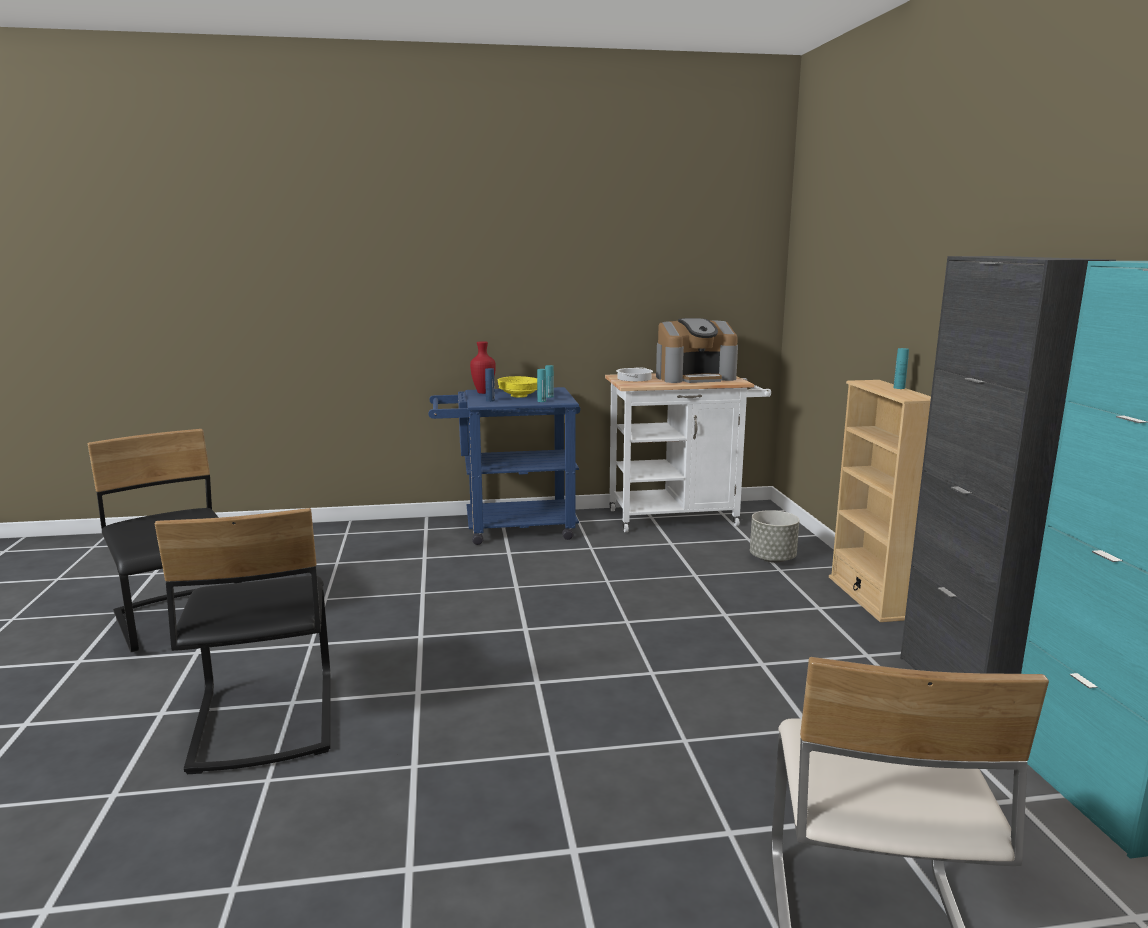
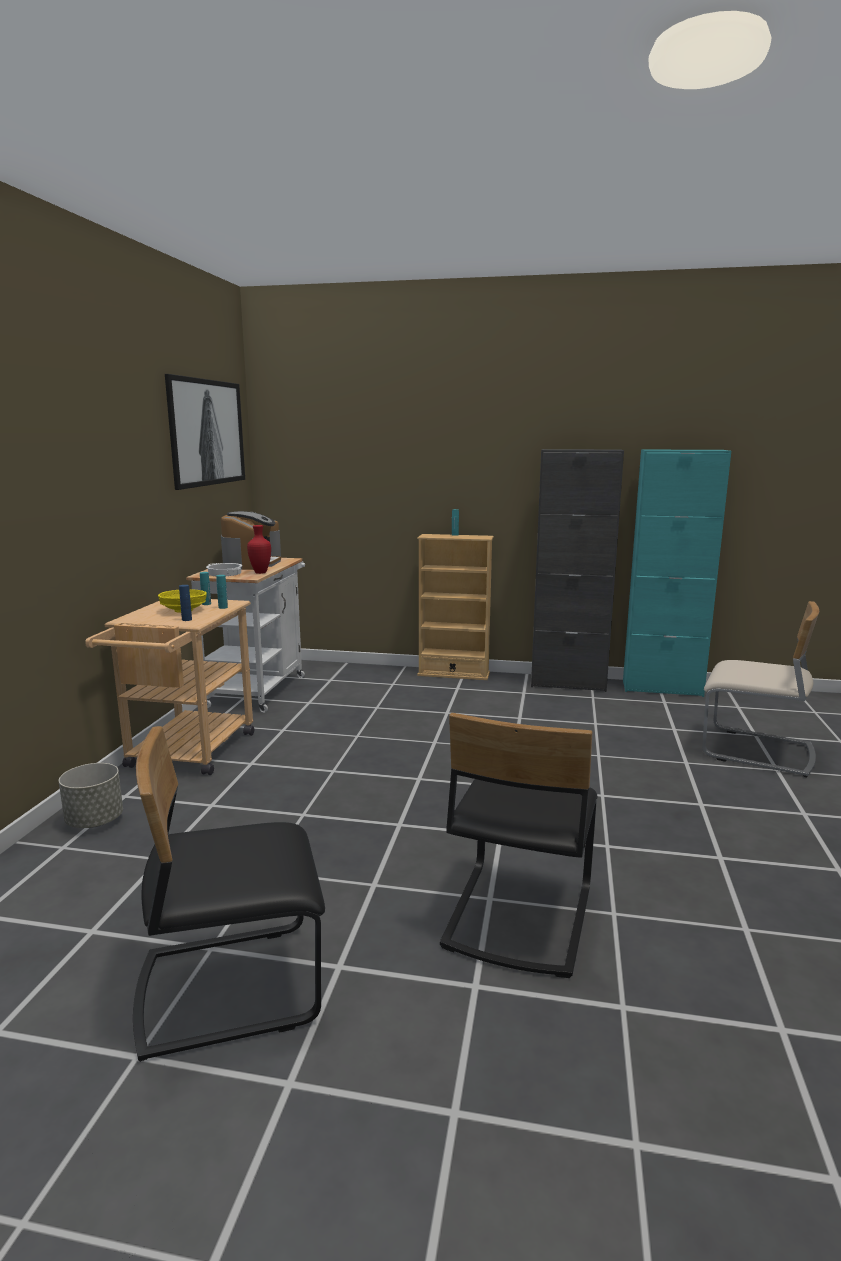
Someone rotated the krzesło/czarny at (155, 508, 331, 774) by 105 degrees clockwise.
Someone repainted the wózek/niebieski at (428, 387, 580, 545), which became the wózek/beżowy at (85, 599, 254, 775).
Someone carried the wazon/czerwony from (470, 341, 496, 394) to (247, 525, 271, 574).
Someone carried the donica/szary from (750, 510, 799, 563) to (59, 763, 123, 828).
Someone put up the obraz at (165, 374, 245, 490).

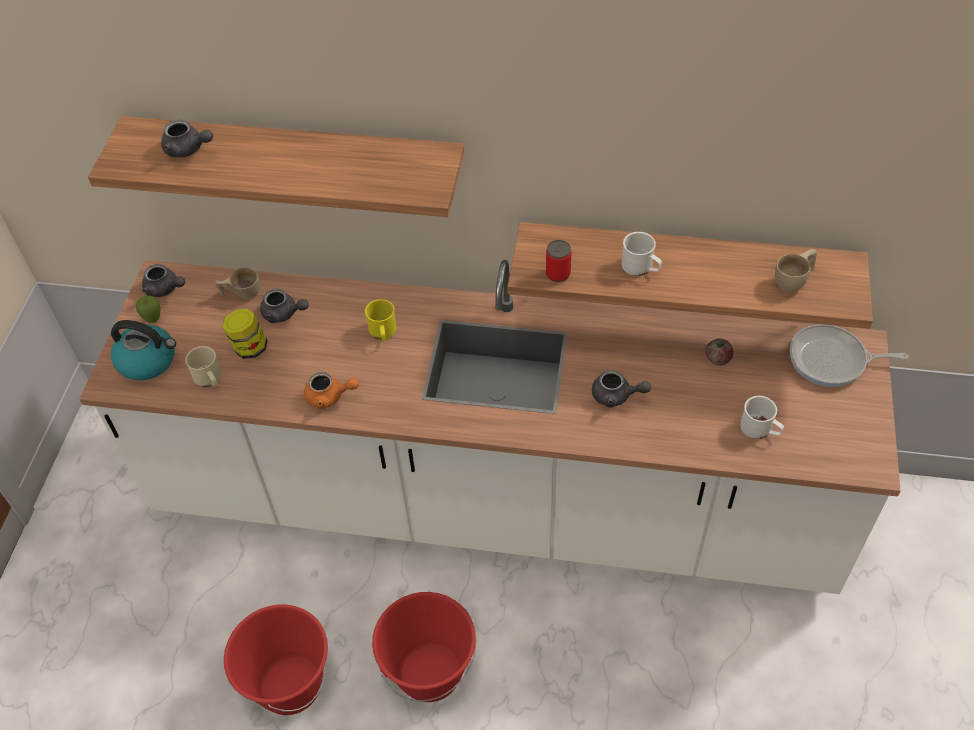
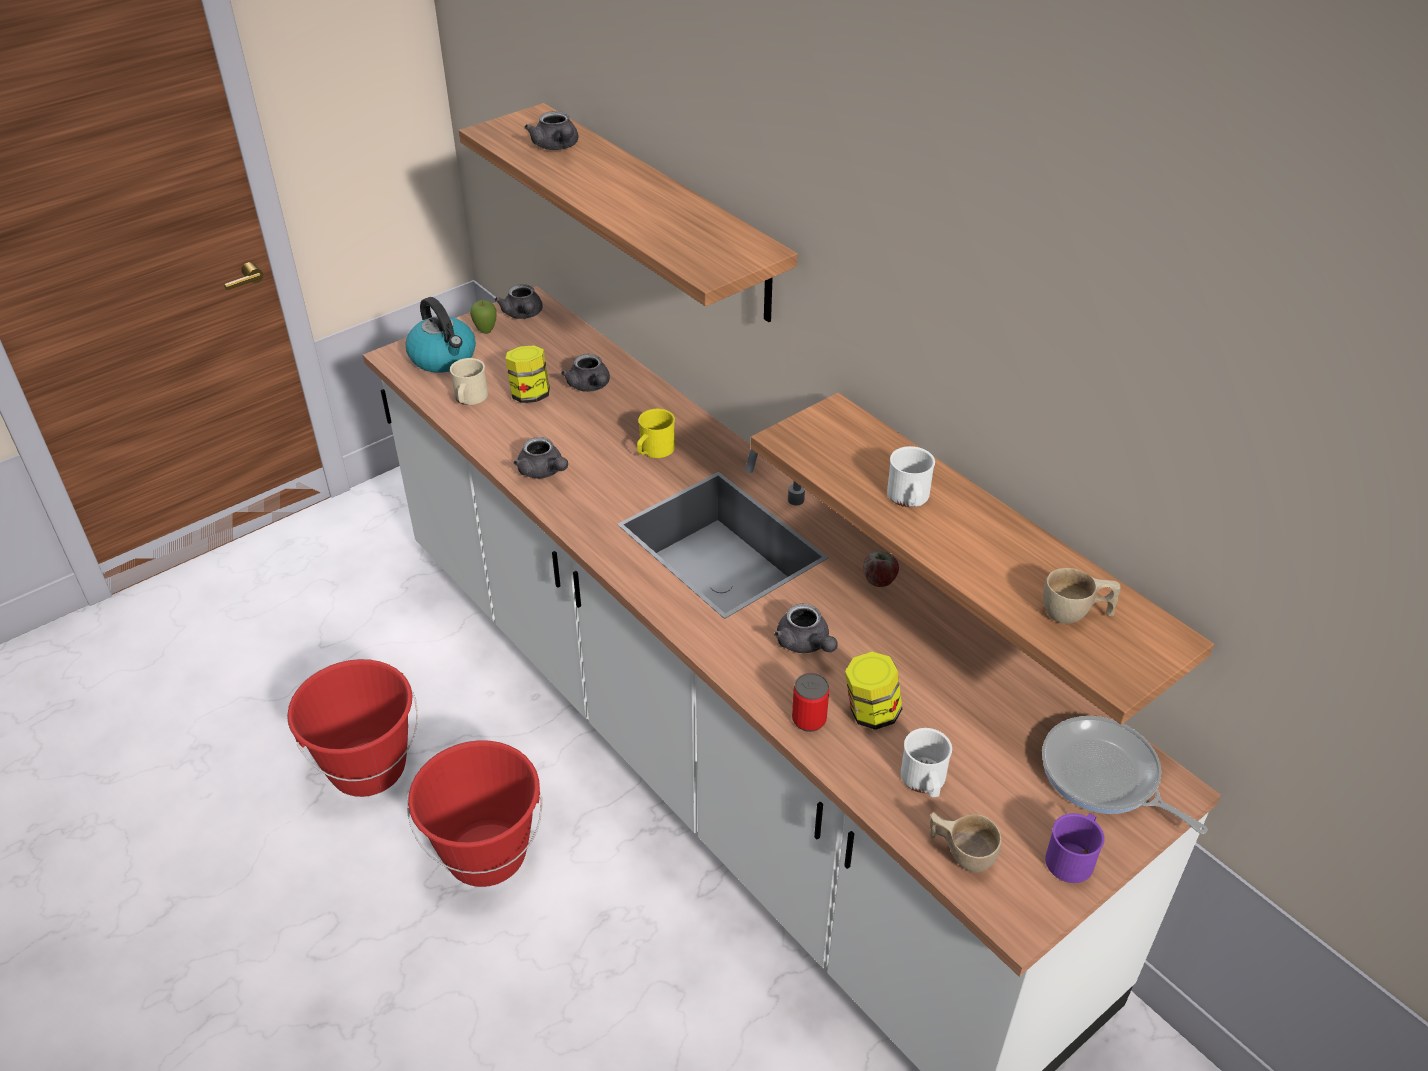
Someone carried the filiżanka/beżowy from (215, 267, 260, 299) to (930, 812, 1002, 872).
Someone repainted the imbryk/pomarańczowy at (304, 372, 359, 409), which became the imbryk/szary at (514, 437, 568, 479).
Someone carried the puszka from (546, 240, 572, 282) to (792, 673, 829, 732).
Someone carried the jabłko from (705, 339, 734, 366) to (863, 551, 899, 587).
Someone put down the słoik at (845, 652, 902, 730).
Someone put down the kubek/fioletowy at (1045, 813, 1105, 883).

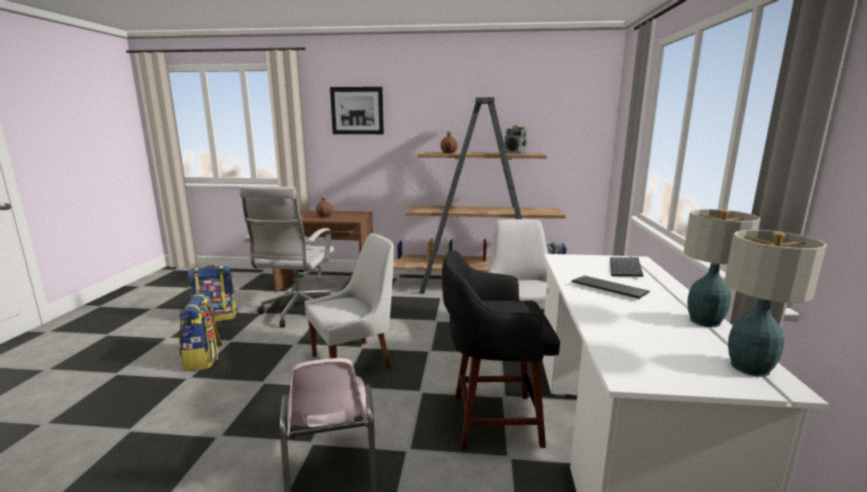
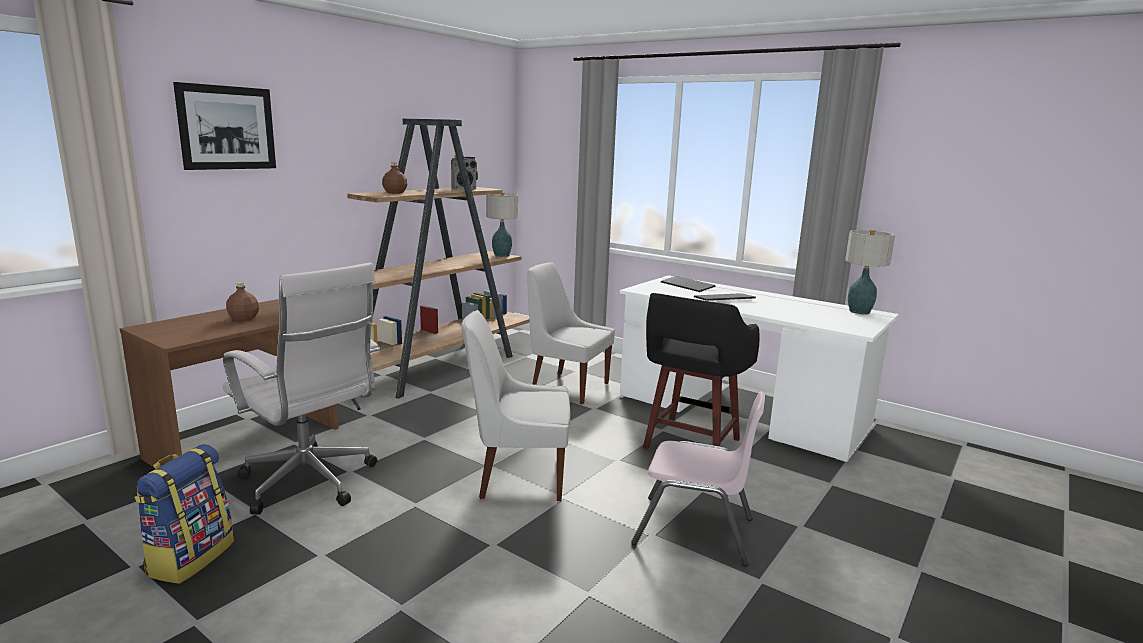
Someone took away the plecak at (179, 292, 223, 371).
Someone rotated the krzesło/biały at (305, 233, 394, 370) by 90 degrees counterclockwise.
Someone carried the lampa stołowa from (684, 209, 761, 327) to (486, 192, 518, 257).

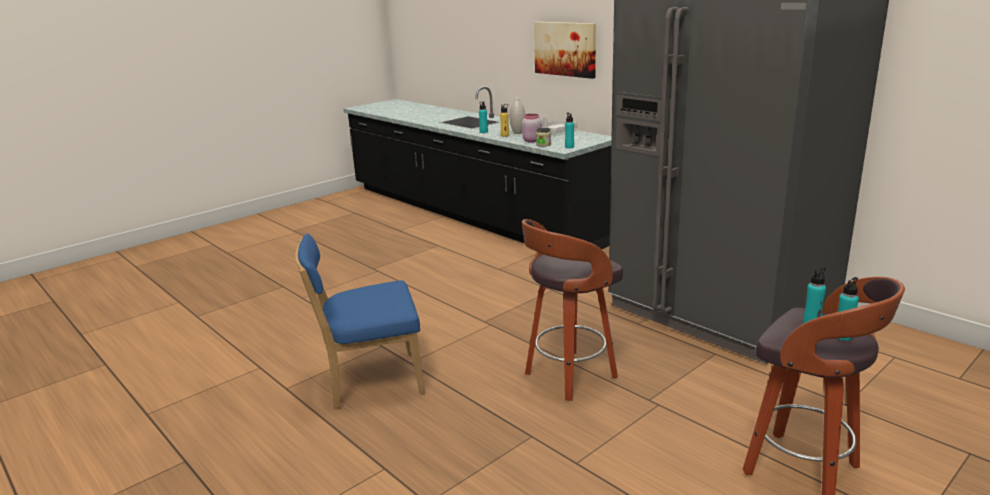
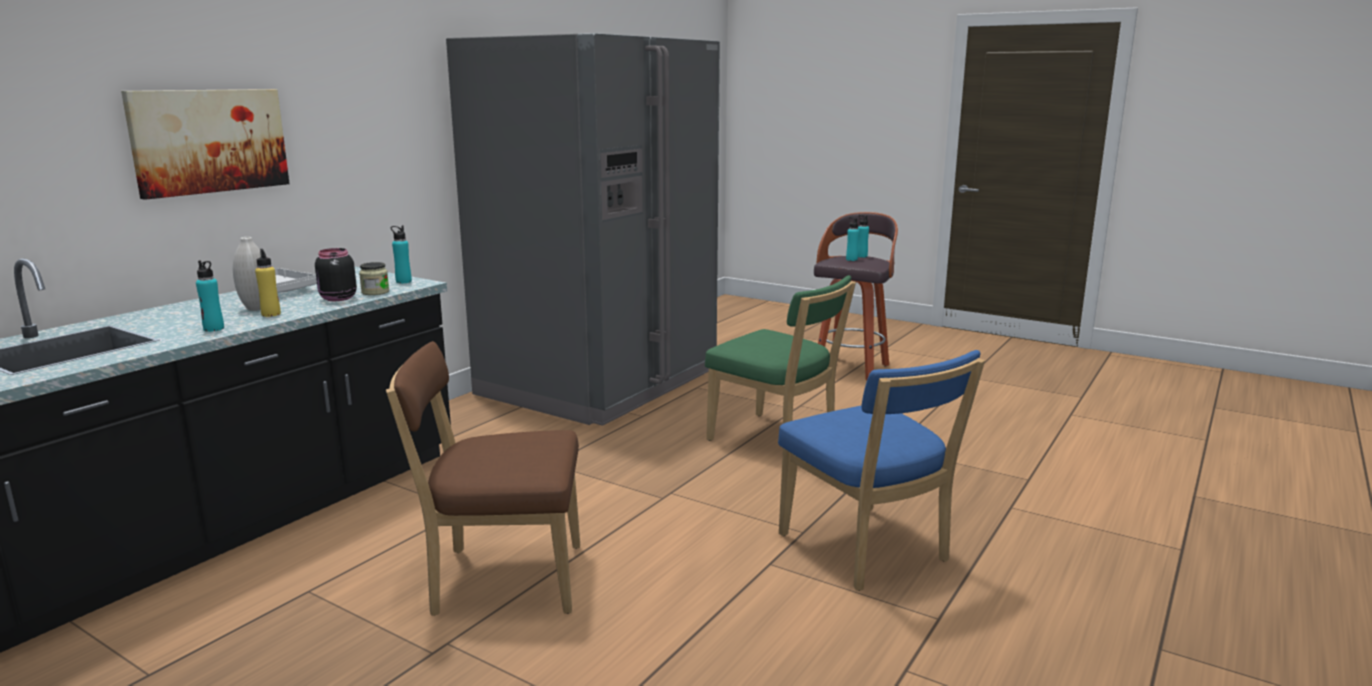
Someone repainted the słoik/różowy at (522, 114, 542, 143), which became the słoik/czarny at (315, 248, 357, 301).
Someone swapped the stołek at (522, 219, 623, 401) for the krzesło/zielony at (705, 275, 856, 441).
Someone put down the krzesło/brązowy at (386, 341, 580, 616).

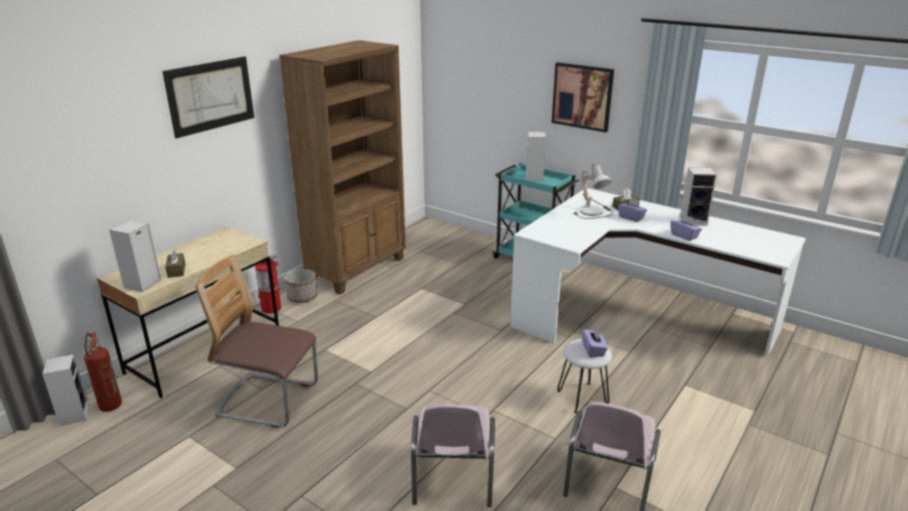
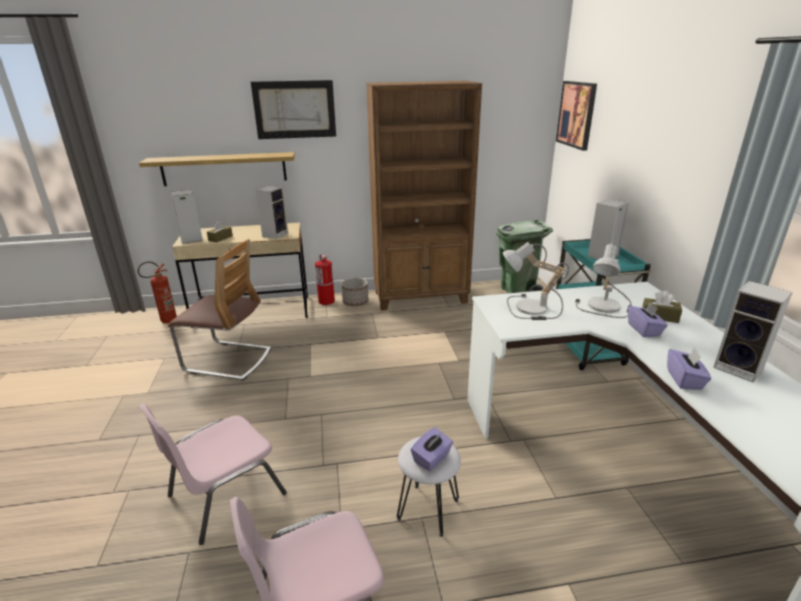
Someone carried the głośnik from (42, 354, 89, 426) to (256, 186, 288, 239).
Someone rotated the krzesło at (195, 255, 318, 428) by 135 degrees clockwise.
Someone carried the obraz from (552, 62, 614, 132) to (556, 81, 597, 151).
Someone put up the półka at (139, 152, 295, 186).
Someone put down the kosz na śmieci/zielony at (496, 220, 553, 293).
Someone put down the lampa stołowa at (502, 242, 569, 320).

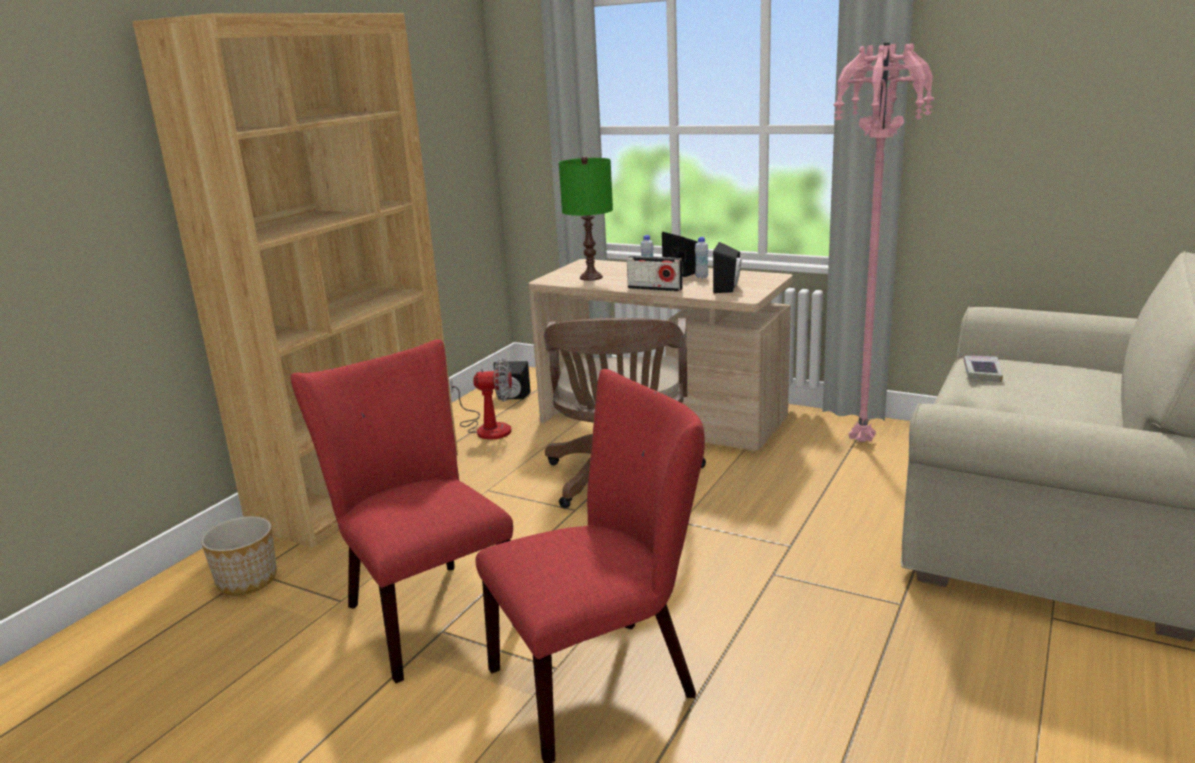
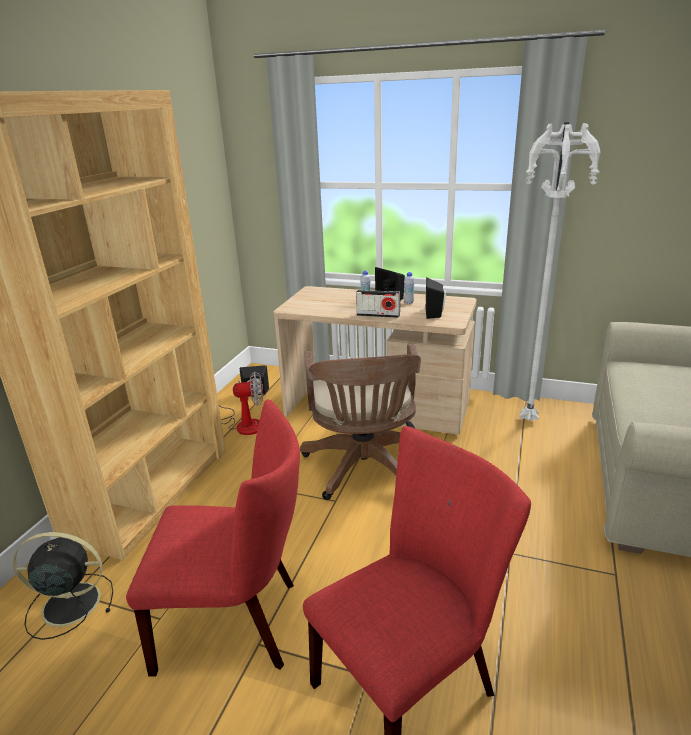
Someone swapped the donica at (201, 516, 277, 595) for the wentylator/czarny at (13, 532, 113, 640).
Someone rotated the krzesło/czerwony at (291, 339, 515, 683) by 135 degrees clockwise.
Someone took away the lampa stołowa/zielony at (559, 156, 613, 281).
Someone repainted the lampa stojąca/różowy at (833, 43, 935, 442), which became the lampa stojąca/biały at (520, 122, 601, 421).
Someone took away the książka at (964, 356, 1003, 382).

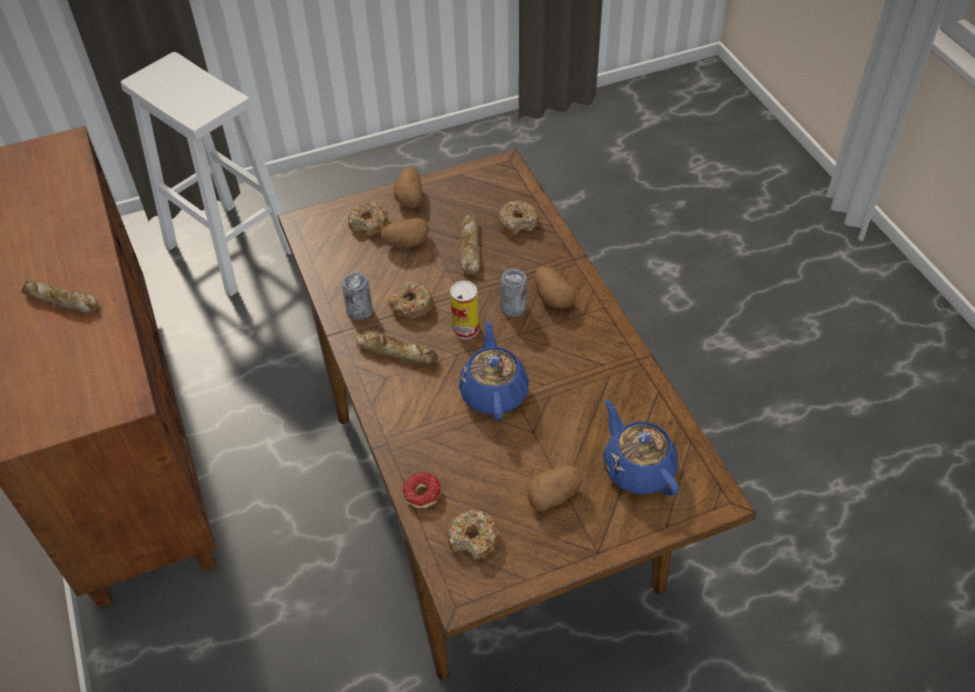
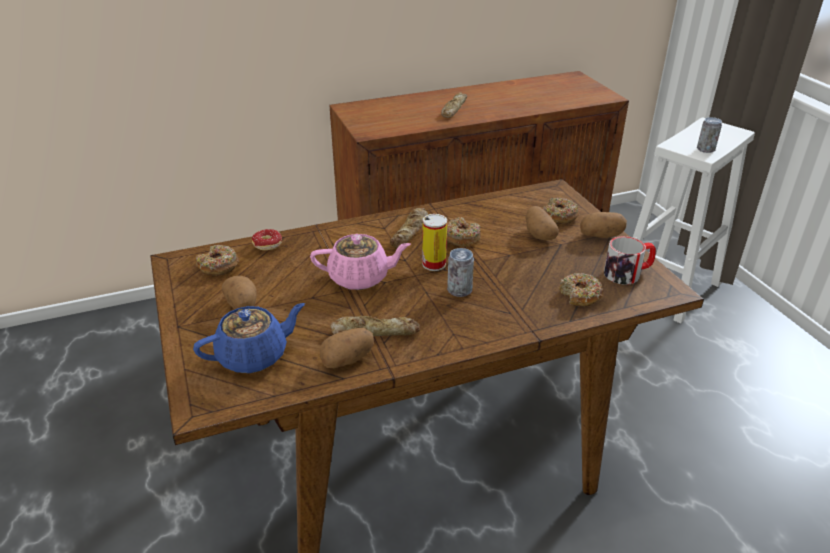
Someone carried the puszka from (342, 272, 373, 320) to (697, 117, 722, 153).
Someone carried the chleb from (459, 214, 480, 274) to (330, 316, 420, 336).
Someone repainted the imbryk/niebieski at (459, 321, 529, 420), which became the imbryk/różowy at (310, 234, 411, 290).
Someone carried the ziemniak from (535, 266, 576, 308) to (320, 328, 374, 368).
Someone put down the kubek at (604, 236, 656, 285).

